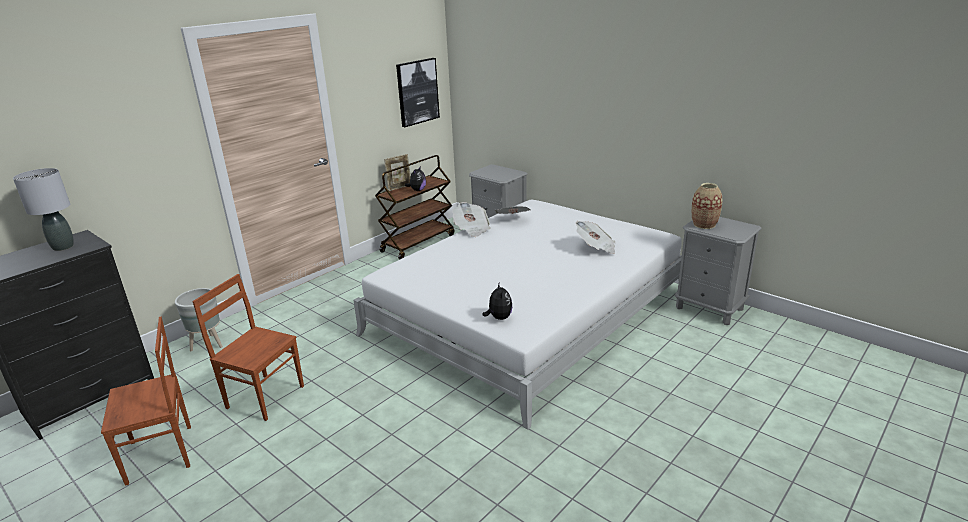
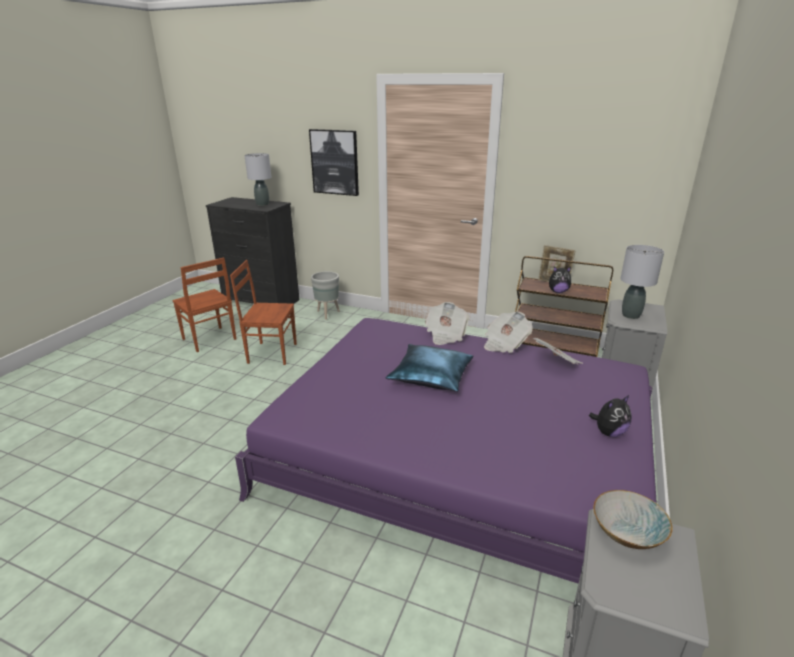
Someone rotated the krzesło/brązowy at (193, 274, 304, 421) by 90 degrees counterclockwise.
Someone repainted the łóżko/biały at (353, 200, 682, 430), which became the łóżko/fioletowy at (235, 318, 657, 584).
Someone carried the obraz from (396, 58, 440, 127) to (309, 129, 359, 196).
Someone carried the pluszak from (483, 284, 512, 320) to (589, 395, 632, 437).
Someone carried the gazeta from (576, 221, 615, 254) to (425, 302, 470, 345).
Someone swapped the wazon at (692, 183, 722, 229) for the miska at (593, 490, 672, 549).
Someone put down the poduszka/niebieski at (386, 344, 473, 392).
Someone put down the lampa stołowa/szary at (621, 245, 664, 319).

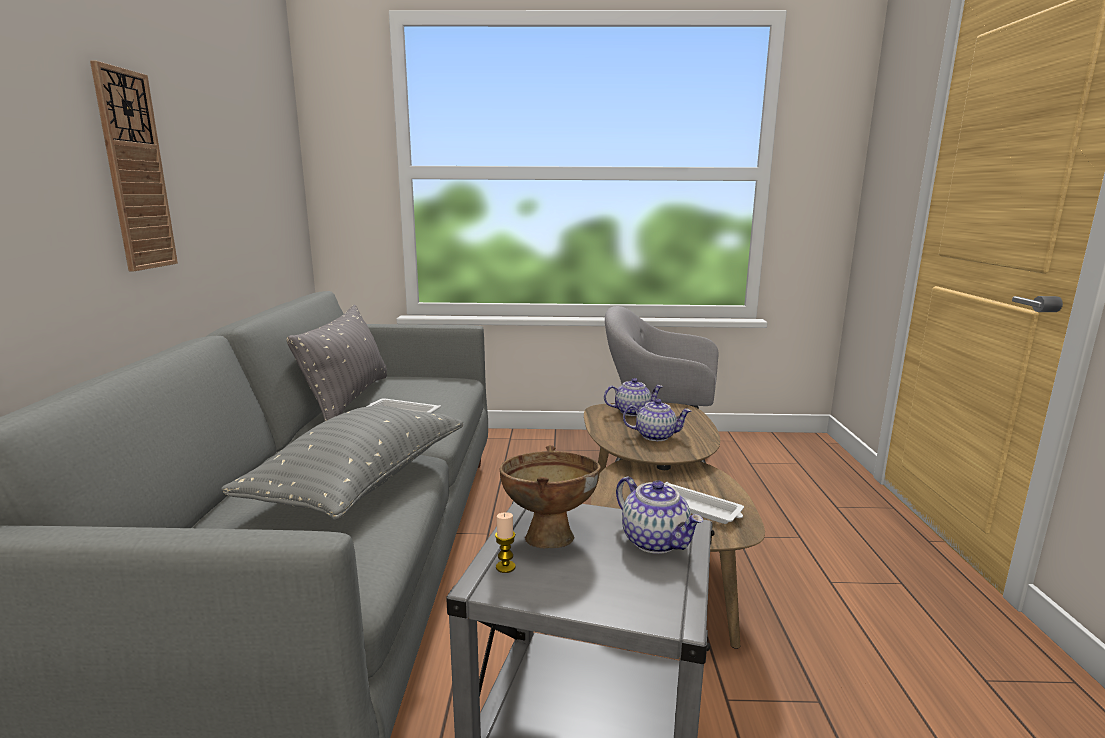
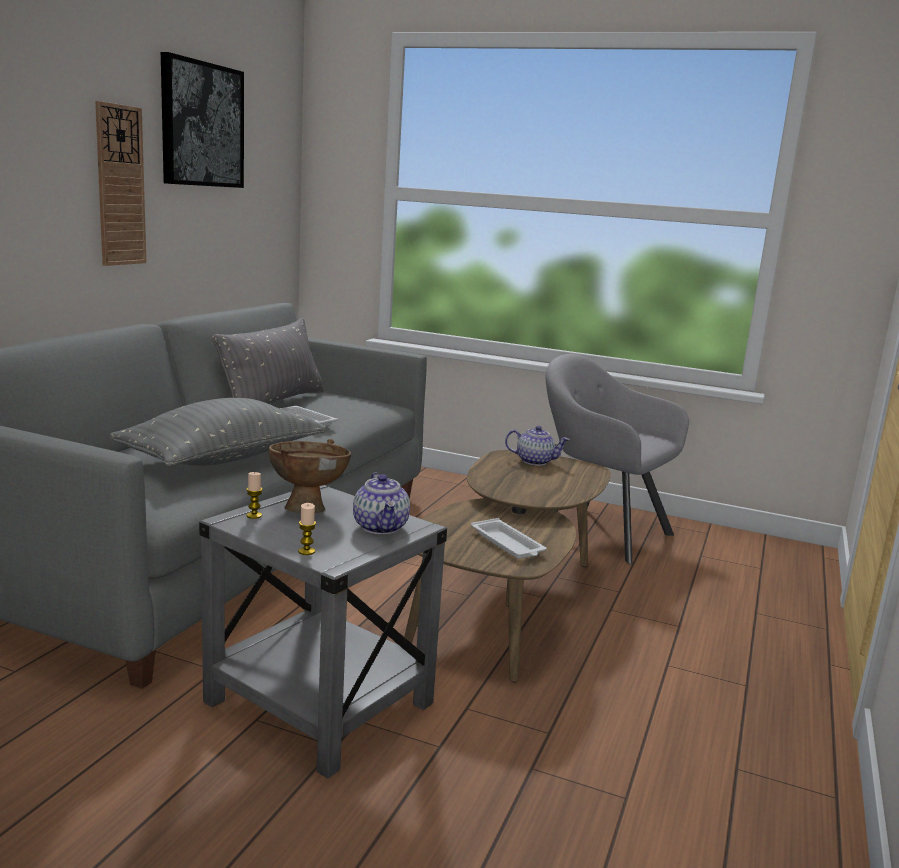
Someone took away the imbryk at (623, 399, 692, 441).
Someone put up the obraz at (161, 52, 244, 188).
Someone put down the świeca at (298, 503, 316, 555).

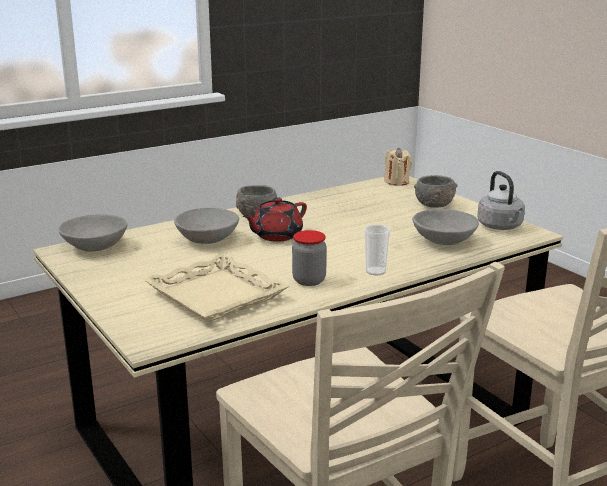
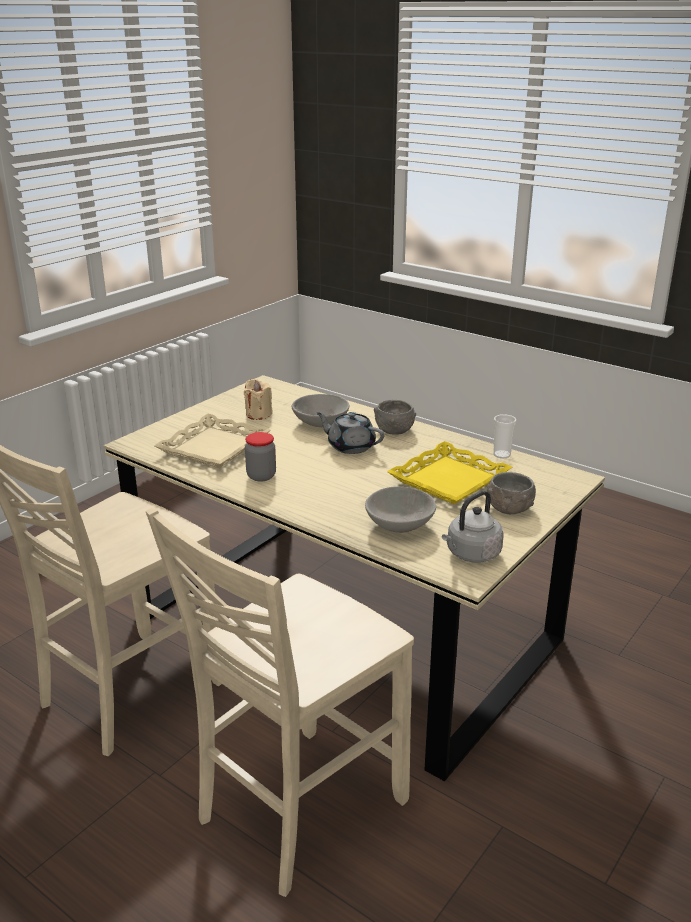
Someone took away the miska/szary at (58, 214, 127, 251).
Someone repainted the imbryk/czerwony at (243, 197, 307, 242), which became the imbryk/szary at (316, 412, 385, 454).
Someone carried the filiżanka from (364, 224, 391, 276) to (493, 414, 517, 458).
Someone carried the świeca/beżowy from (384, 148, 412, 186) to (244, 379, 273, 420).
Someone put down the taca/żółty at (387, 441, 512, 504).

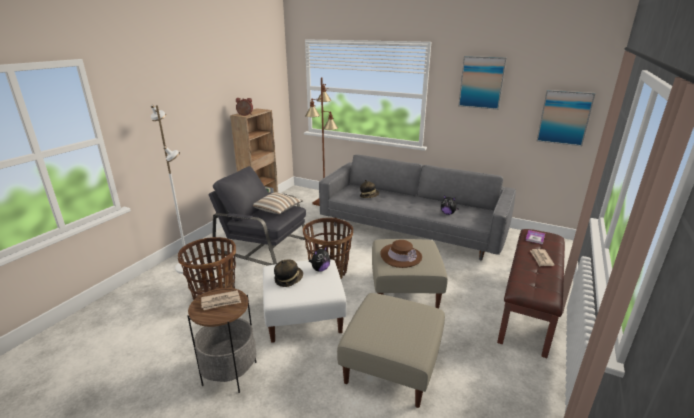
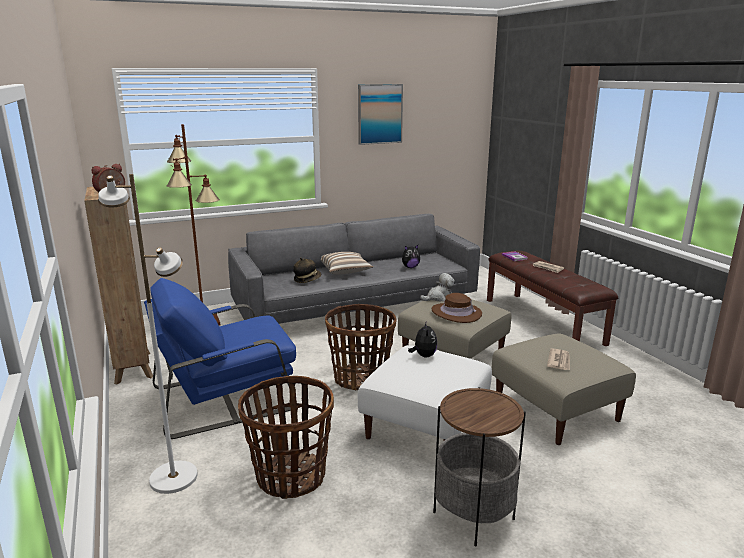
Someone carried the gazeta from (201, 290, 241, 310) to (547, 348, 570, 370).
Someone repainted the fotel/szary at (208, 166, 307, 266), which became the fotel/niebieski at (144, 278, 296, 439).
Someone carried the poduszka from (253, 192, 303, 214) to (321, 252, 373, 275).
Someone took away the kapelusz at (274, 259, 303, 287).
Someone took away the obraz at (537, 90, 595, 146).
Someone put down the pluszak at (420, 273, 455, 301).

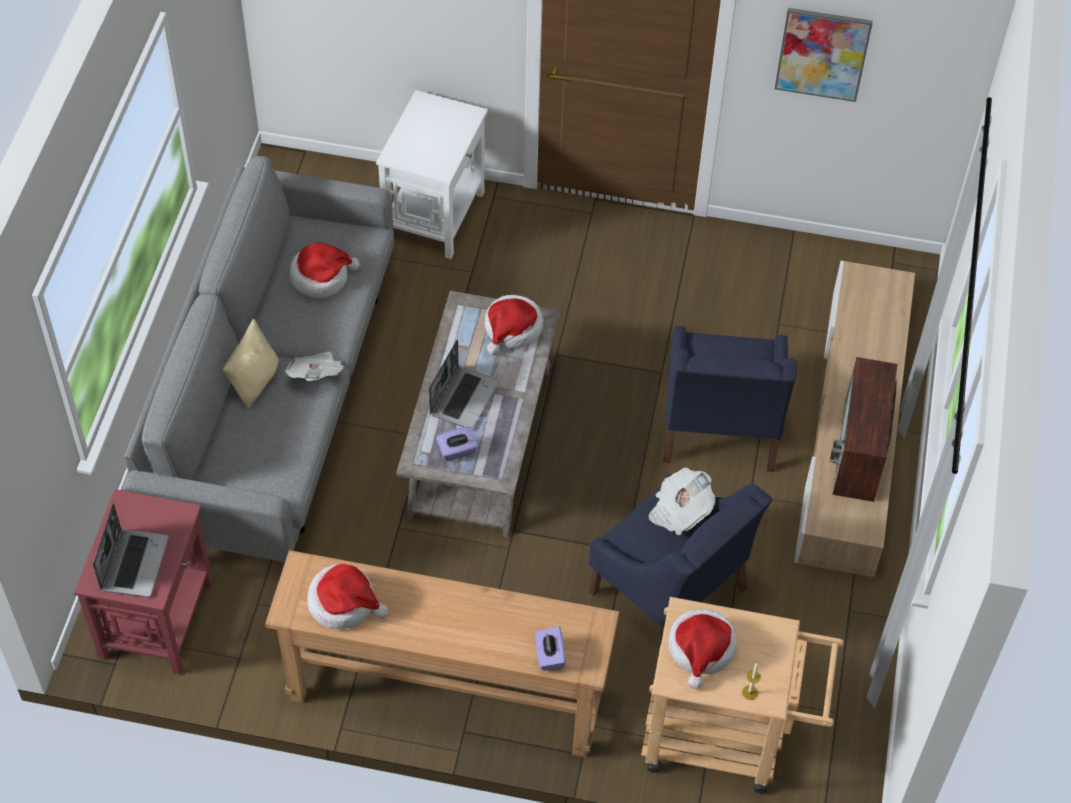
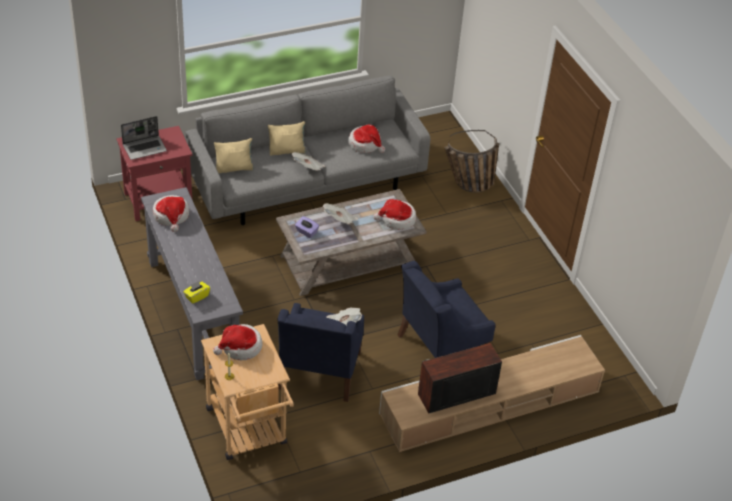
Someone repainted the stolik konsolowy/brązowy at (265, 550, 619, 758), which became the stolik konsolowy/szary at (141, 187, 243, 380).
Someone swapped the stolik/biały at (376, 90, 488, 259) for the koszyk at (444, 130, 499, 193).
Someone swapped the laptop at (429, 339, 499, 429) for the gazeta at (323, 203, 358, 224).
Someone repainted the pudełko chusteczek/fioletowy at (535, 626, 565, 671), which became the pudełko chusteczek/żółty at (183, 281, 210, 304).
Someone took away the obraz at (775, 8, 873, 102).
Someone put down the poduszka/beżowy at (214, 138, 254, 173).

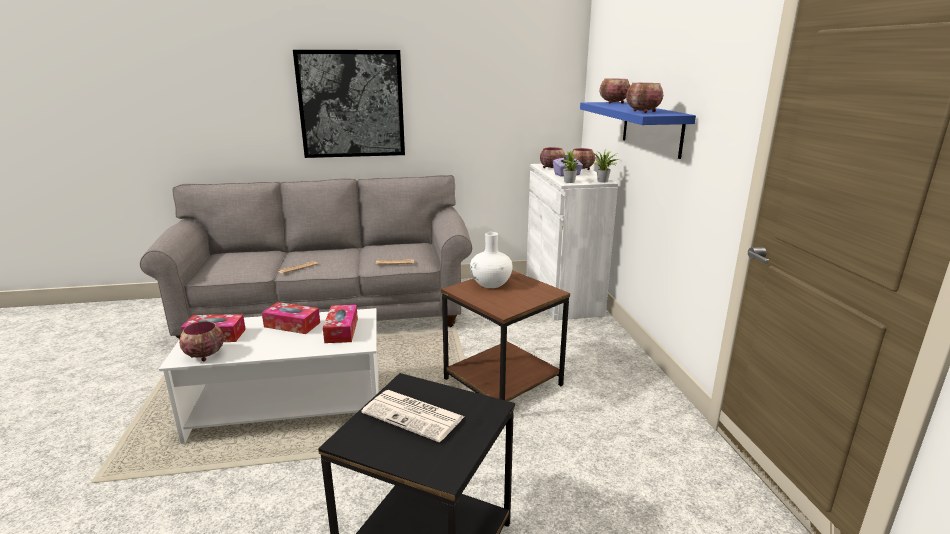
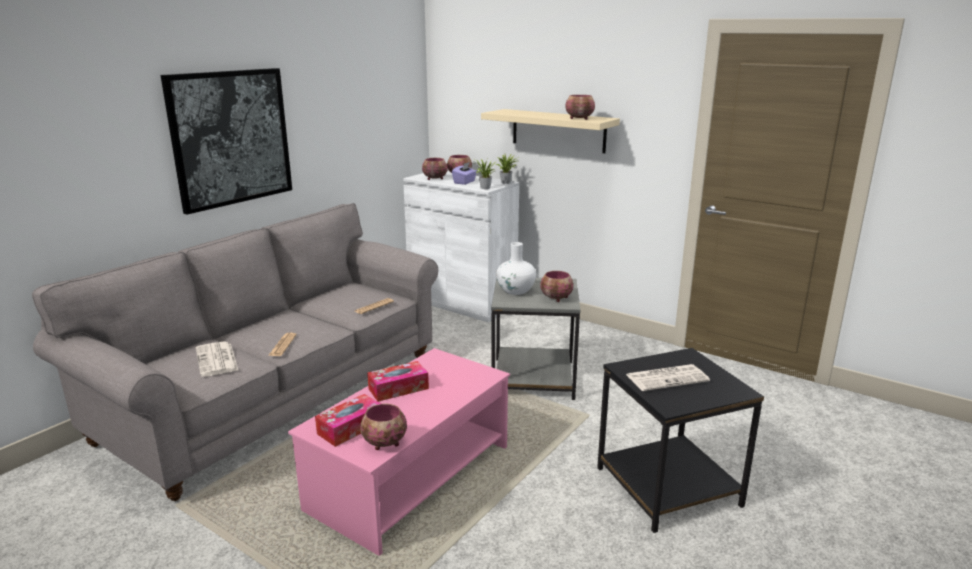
Someone repainted the ława/biały at (159, 308, 379, 444), which became the ława/różowy at (288, 348, 510, 556).
Someone took away the pudełko chusteczek at (323, 305, 358, 343).
Someone repainted the stolik/brązowy at (441, 270, 570, 401), which became the stolik/szary at (491, 278, 581, 400).
Someone repainted the półka/niebieski at (580, 102, 696, 159), which became the półka/beżowy at (481, 109, 620, 153).
Someone carried the miska from (600, 78, 630, 104) to (540, 271, 573, 302).
Someone put down the gazeta at (196, 341, 239, 377).

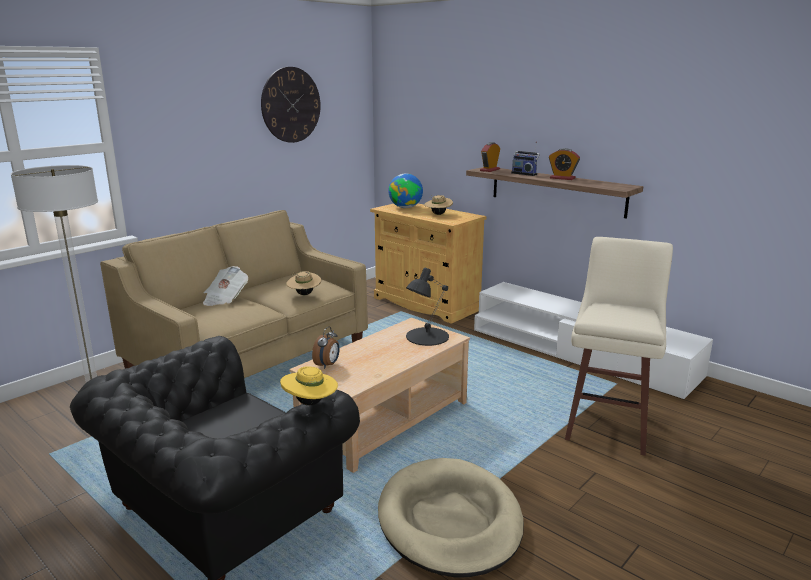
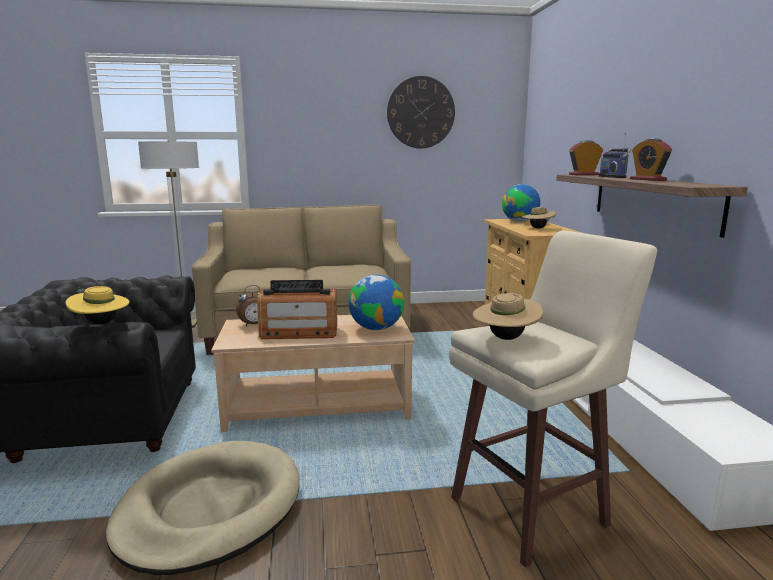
Someone took away the gazeta at (203, 266, 248, 306).
Someone carried the kapelusz/beżowy from (286, 271, 321, 295) to (472, 291, 543, 340).
Someone swapped the lampa stołowa/czarny at (406, 268, 449, 346) for the globus at (348, 275, 404, 330).
Someone put down the radio at (257, 280, 337, 339).

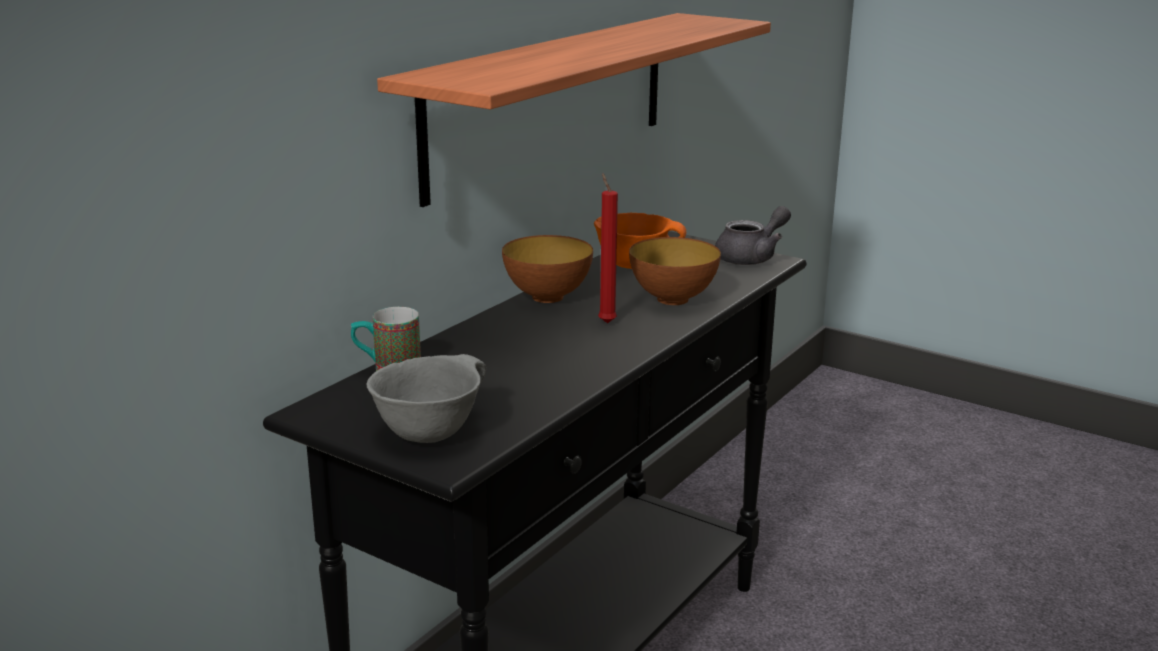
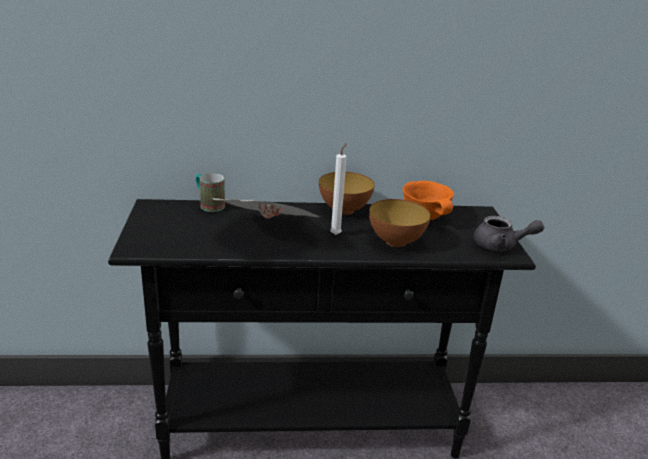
Someone took away the miska/szary at (366, 354, 486, 443).
Someone took away the półka at (377, 13, 771, 207).
Someone repainted the świeca/czerwony at (598, 173, 618, 323), which became the świeca/biały at (330, 143, 347, 235).
Someone put down the gazeta at (212, 198, 320, 219).

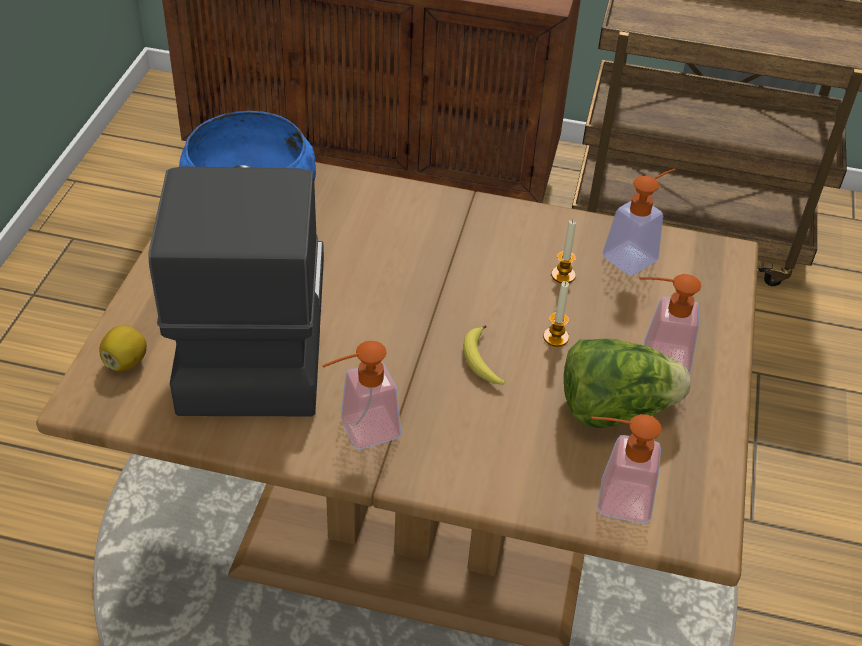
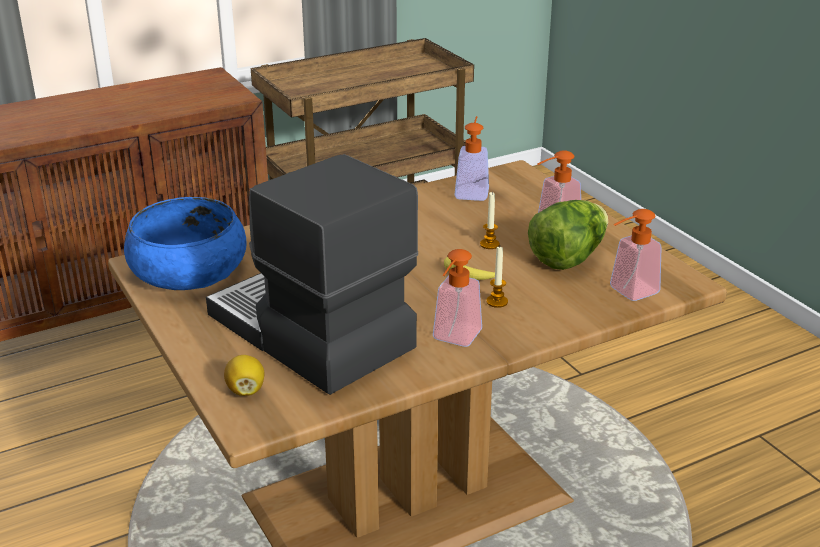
Someone carried the świeca from (551, 220, 576, 283) to (486, 247, 508, 308).

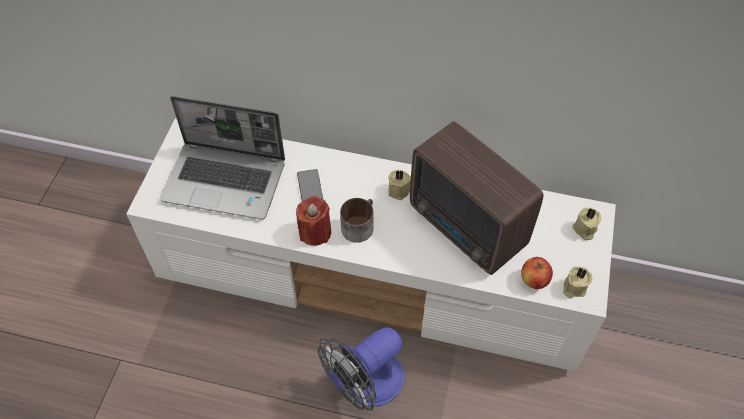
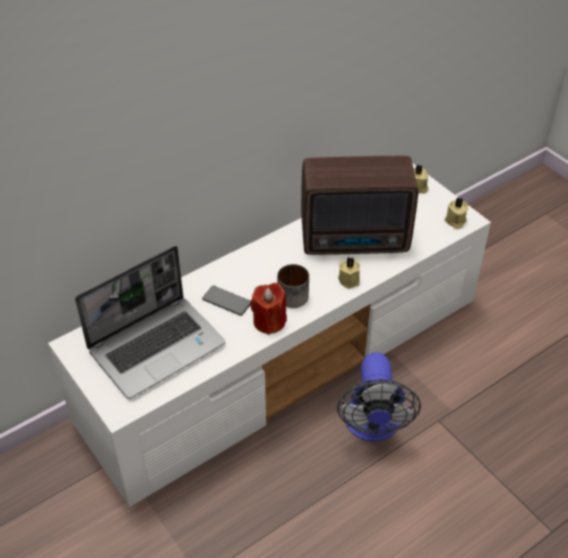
Someone carried the świeca/beżowy from (388, 170, 411, 200) to (338, 257, 360, 289).
Someone took away the jabłko at (521, 257, 553, 289).

